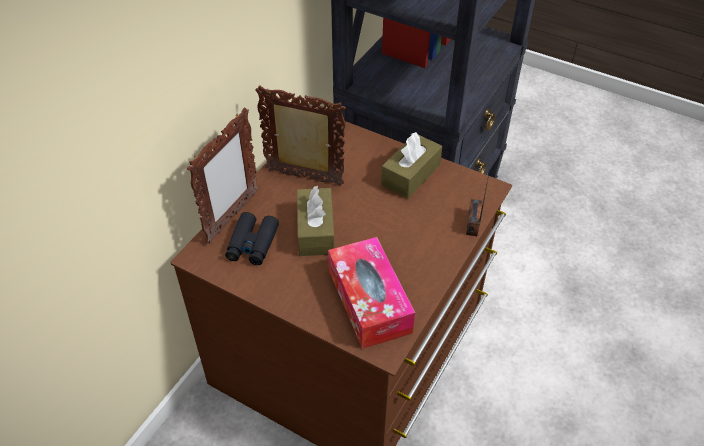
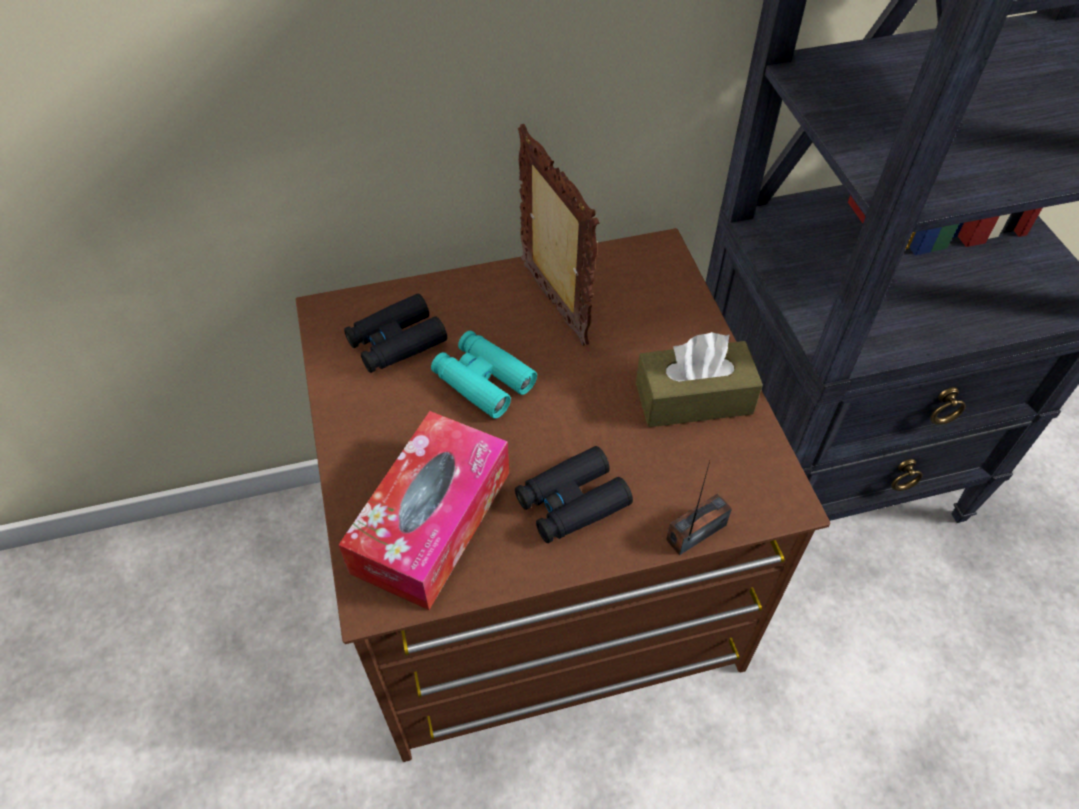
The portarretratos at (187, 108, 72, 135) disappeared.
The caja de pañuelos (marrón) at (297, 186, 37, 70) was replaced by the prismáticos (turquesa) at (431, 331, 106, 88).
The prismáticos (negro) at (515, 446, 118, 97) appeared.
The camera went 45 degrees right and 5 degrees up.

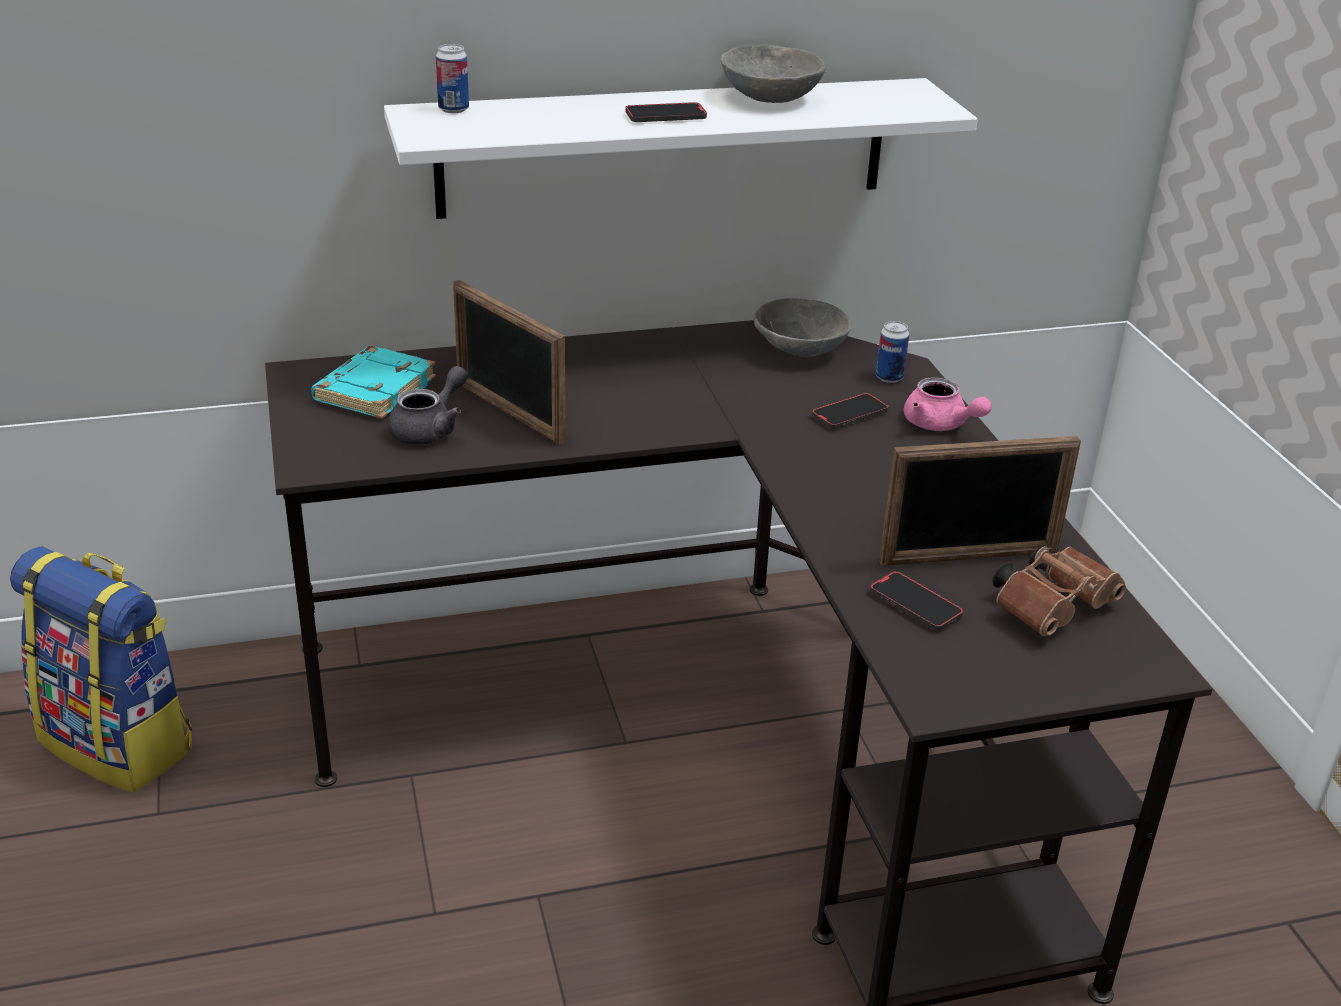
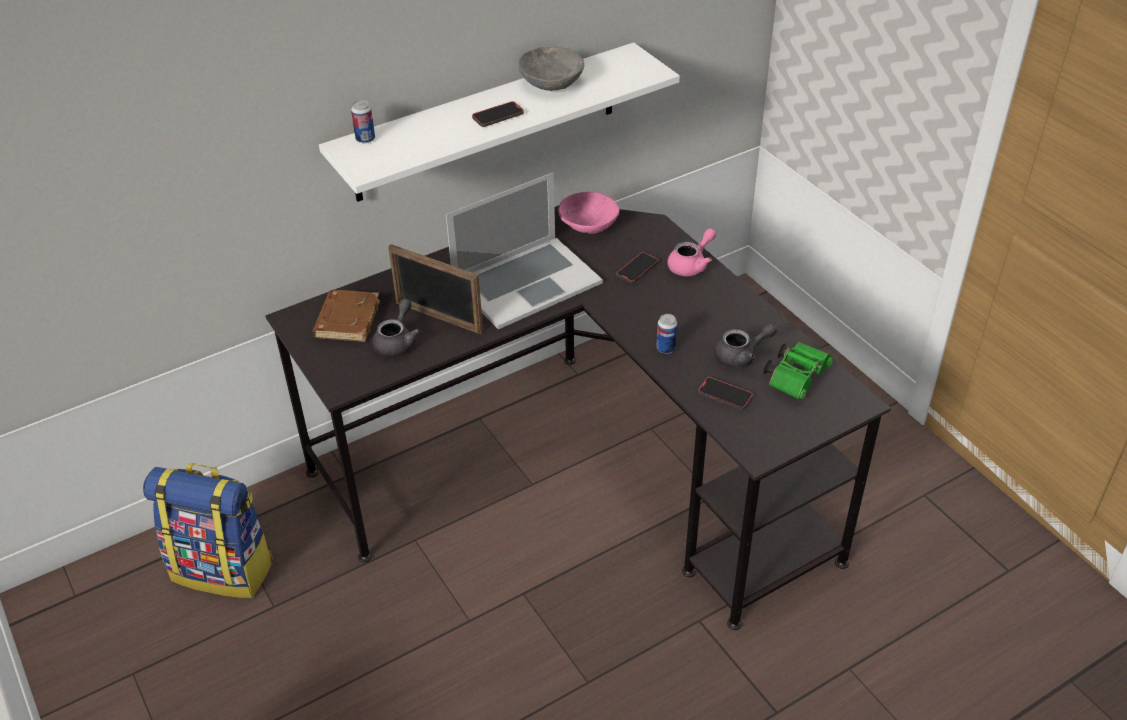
The cuenco (gris) at (753, 298, 98, 60) became the cuenco (rosa) at (558, 192, 61, 42).
The lata moved from (876, 321, 33, 62) to (656, 314, 21, 40).
The libro (turquesa) at (311, 346, 125, 73) became the libro (marrón) at (312, 290, 68, 52).
The tetera (rosa) at (904, 377, 88, 54) turned 75 degrees counterclockwise.
The portarretratos at (879, 436, 202, 130) was replaced by the tetera (gris) at (714, 323, 63, 45).
The prismáticos (marrón) at (993, 545, 133, 92) became the prismáticos (verde) at (763, 342, 70, 58).
The portátil at (446, 172, 157, 157) appeared.
The camera went 15 degrees left and 10 degrees up.

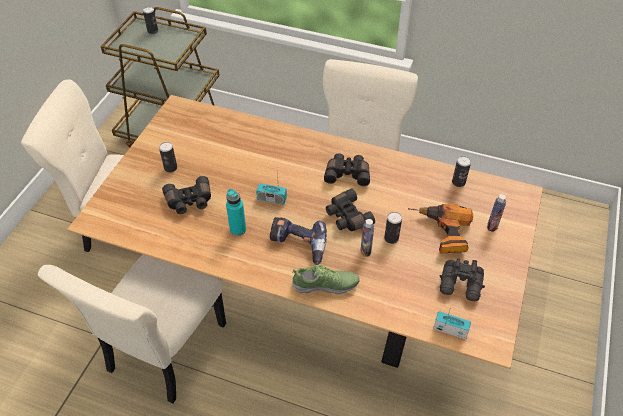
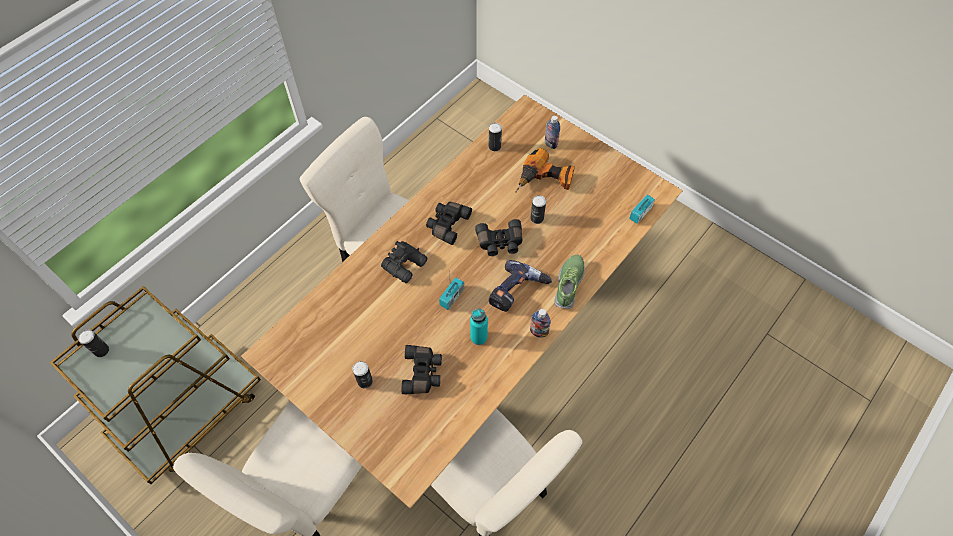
The botella moved from (361, 219, 13, 38) to (530, 309, 21, 29).
The prismáticos (negro) moved from (439, 258, 46, 43) to (381, 241, 46, 42).
The camera went 70 degrees left and 10 degrees up.

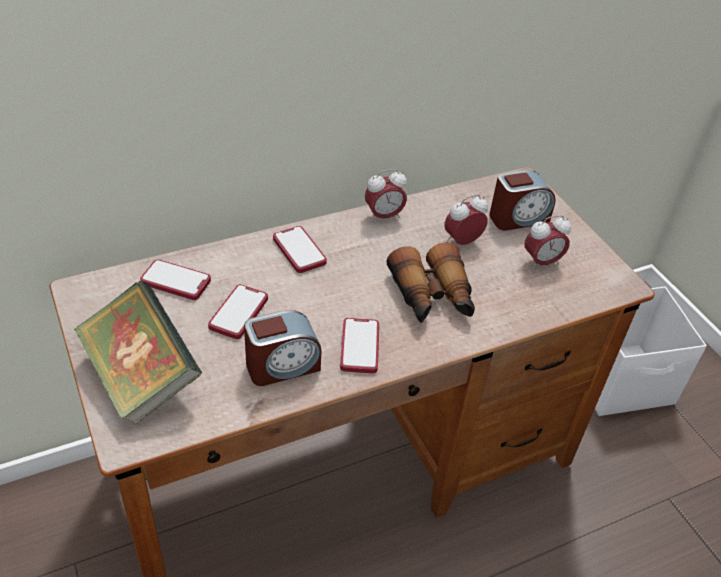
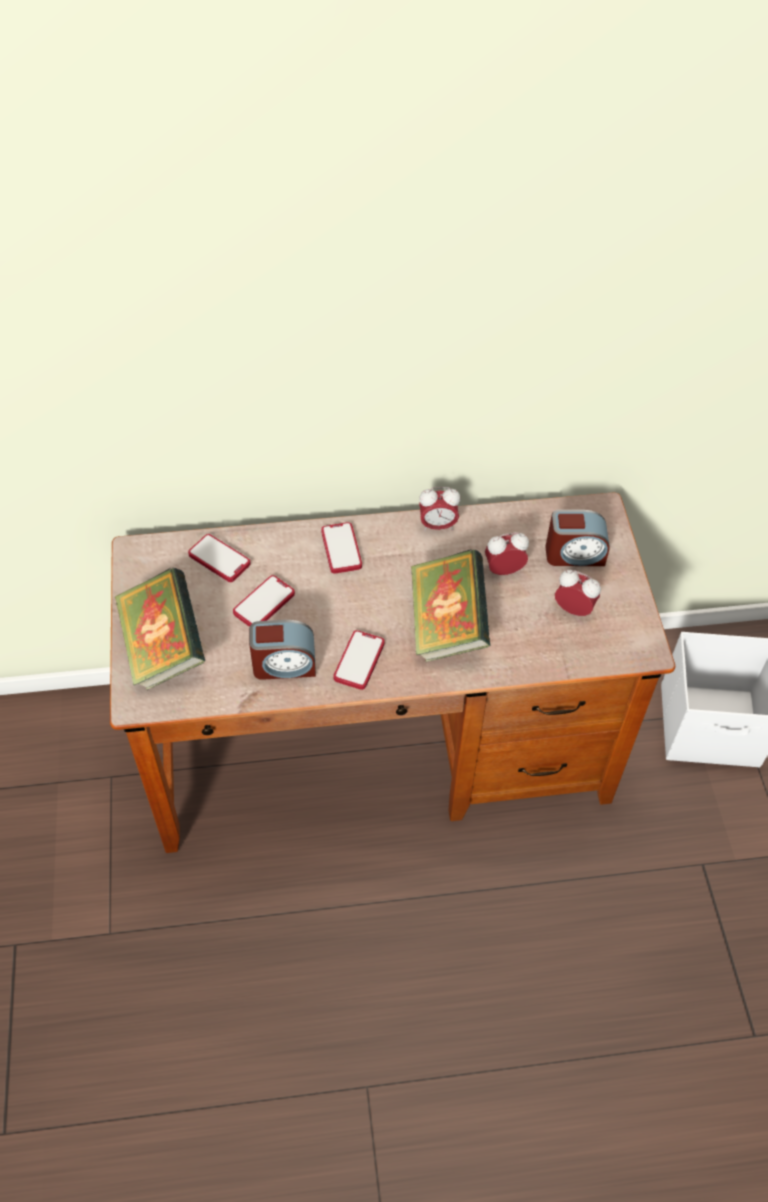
The despertador at (525, 215, 46, 55) turned 150 degrees counterclockwise.
The prismáticos at (387, 242, 88, 81) was replaced by the libro at (411, 549, 79, 113).
The camera went 20 degrees right and 10 degrees up.

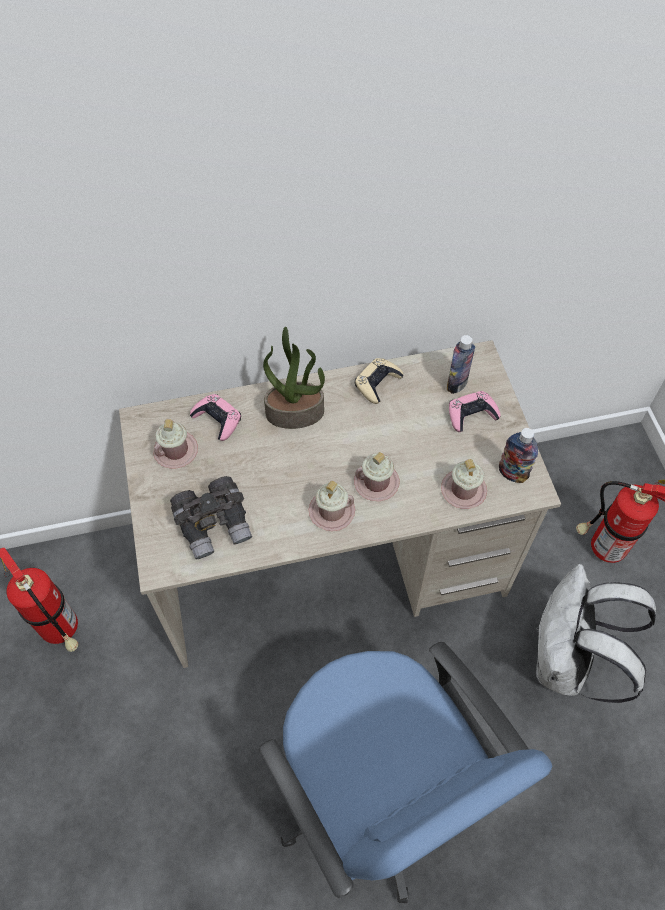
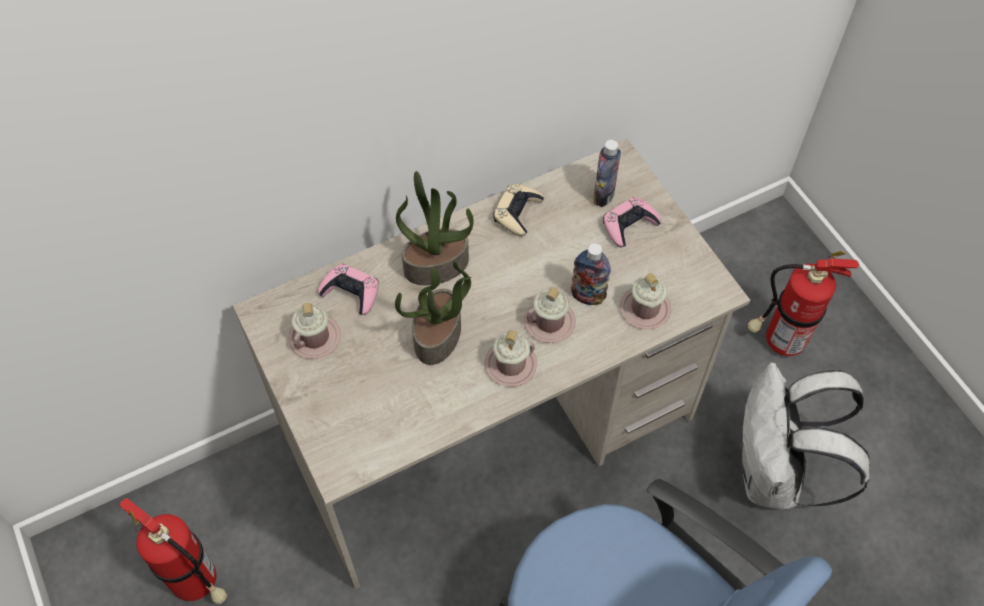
The botella moved from (499, 428, 39, 55) to (571, 243, 40, 62).
The prismáticos (gris) at (170, 476, 82, 83) disappeared.
The planta en maceta at (395, 261, 76, 104) appeared.
The camera went 15 degrees left and 0 degrees up.

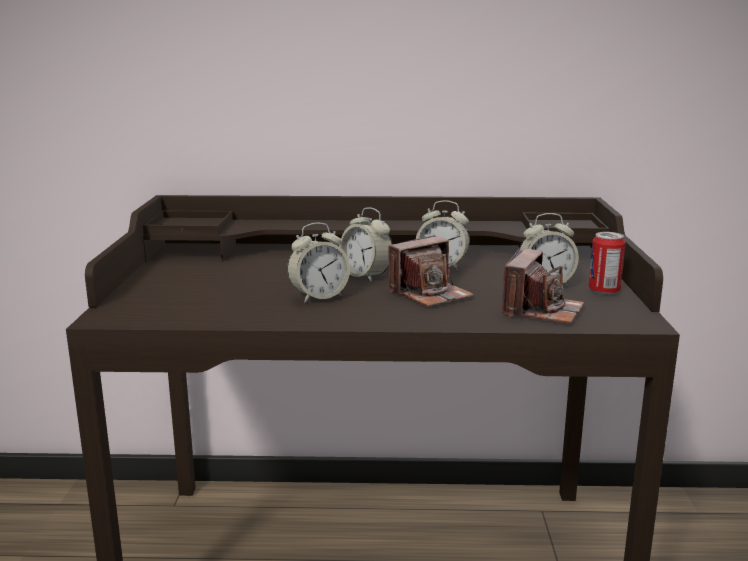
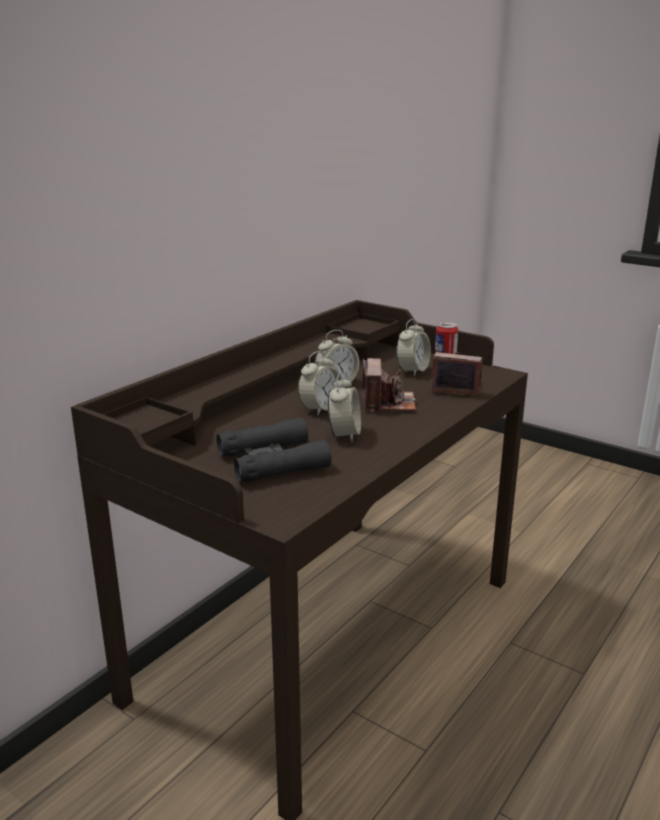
The despertador at (339, 207, 53, 75) turned 45 degrees counterclockwise.
The cámara at (502, 248, 82, 76) turned 45 degrees counterclockwise.
The prismáticos (negro) at (216, 417, 116, 66) appeared.
The camera went 55 degrees left and 5 degrees up.

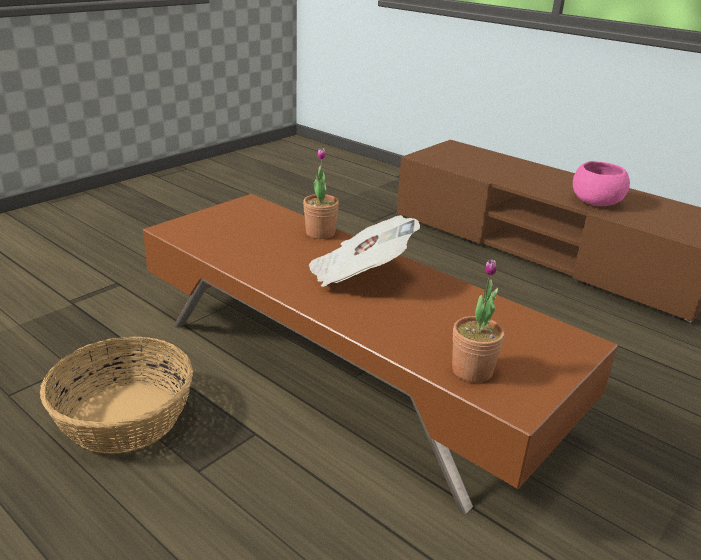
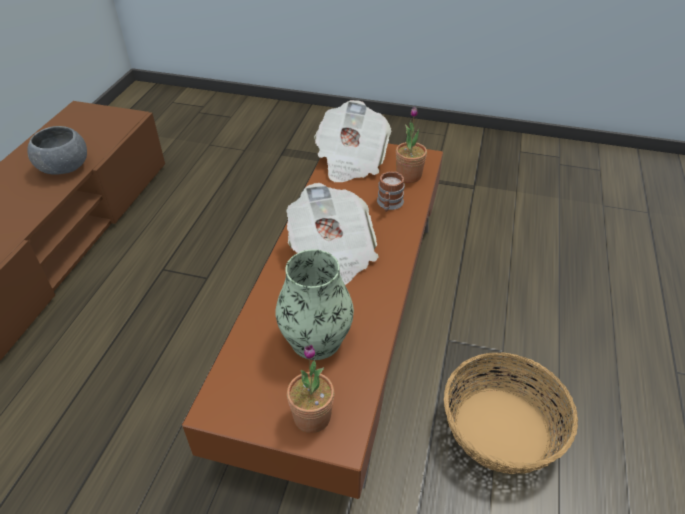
The planta en maceta moved from (303, 148, 36, 91) to (287, 344, 47, 89).
The cuenco (rosa) at (573, 161, 57, 45) became the cuenco (gris) at (27, 126, 60, 49).
The periódico at (314, 100, 77, 82) appeared.
The taza grande at (377, 171, 28, 41) appeared.
The florero at (276, 249, 78, 111) appeared.
The camera went 115 degrees left and 15 degrees up.

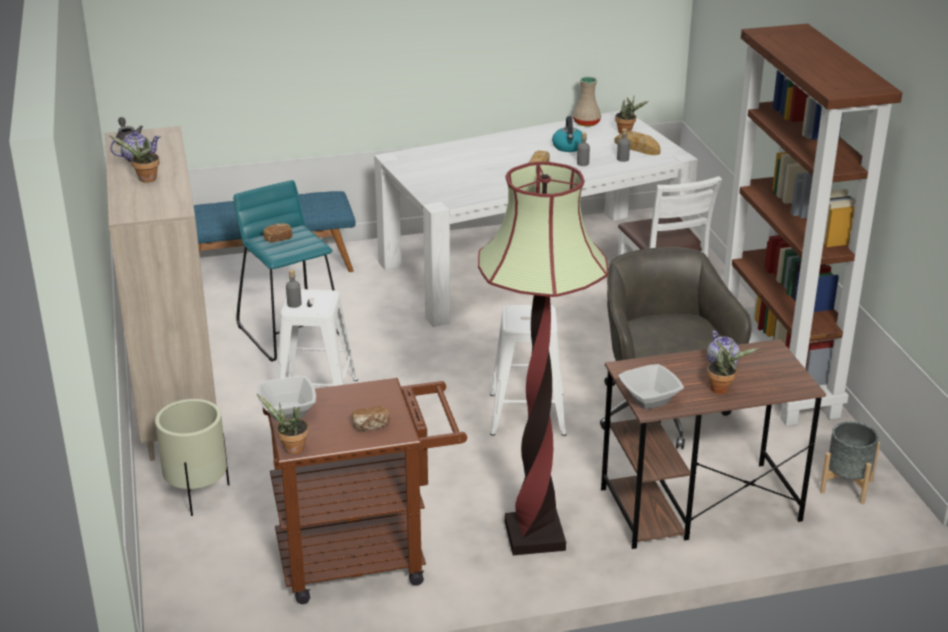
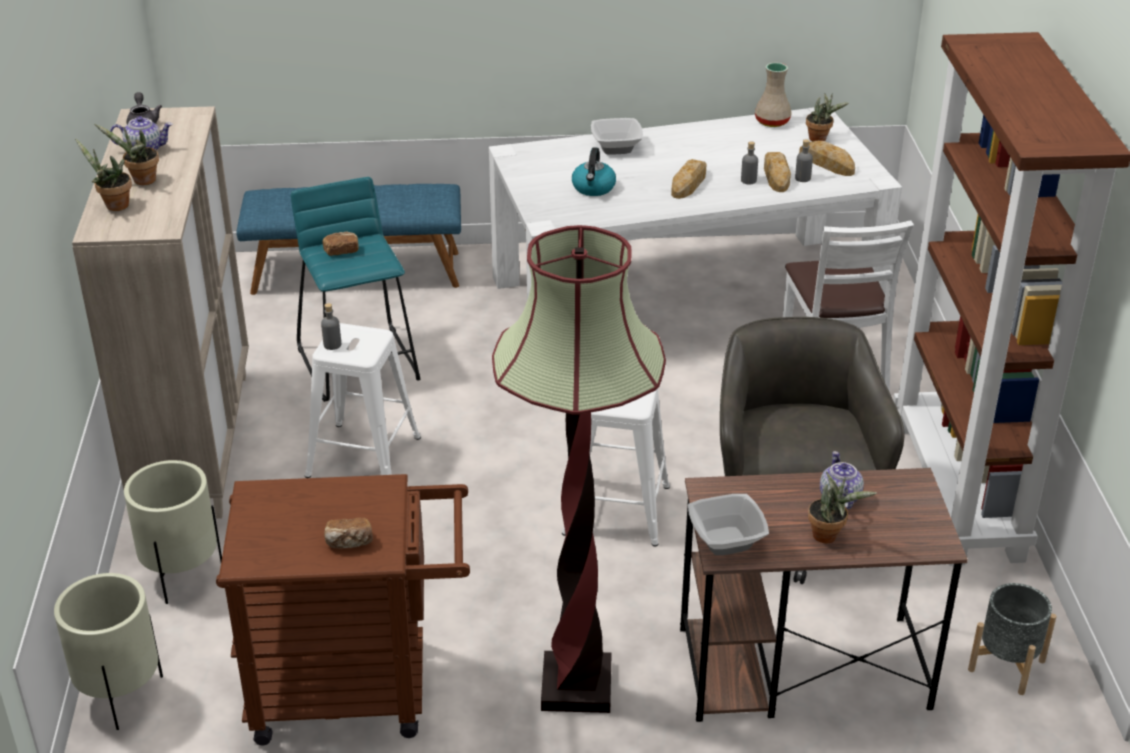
The hervidor moved from (552, 116, 30, 36) to (572, 147, 44, 49).
The cuenco moved from (257, 376, 59, 45) to (591, 118, 52, 37).
The planta en maceta moved from (257, 394, 52, 60) to (75, 138, 57, 73).
The pan at (764, 152, 27, 40) appeared.
The maceta (beis) at (54, 573, 109, 157) appeared.
The camera went 10 degrees right and 5 degrees up.

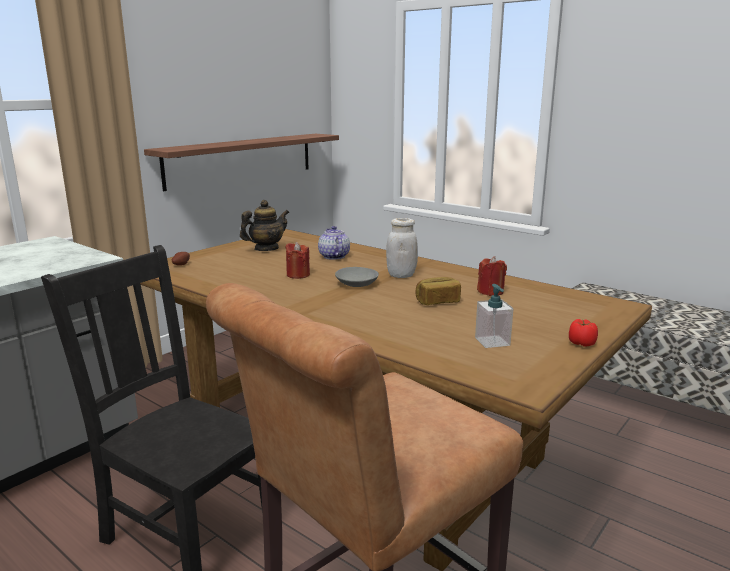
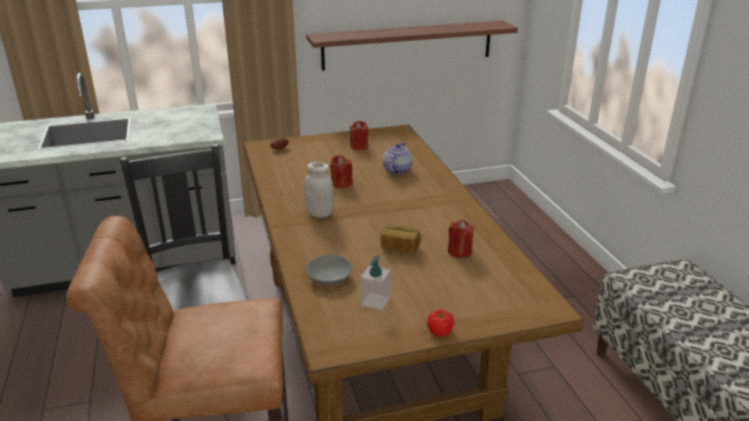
The tetera at (240, 200, 49, 51) was replaced by the vela (rojo) at (350, 121, 18, 29).
The tarro (blanco) moved from (386, 218, 32, 60) to (304, 162, 30, 56).
The cuenco (gris) moved from (335, 267, 44, 20) to (306, 255, 46, 30).
The camera went 35 degrees right and 10 degrees up.

